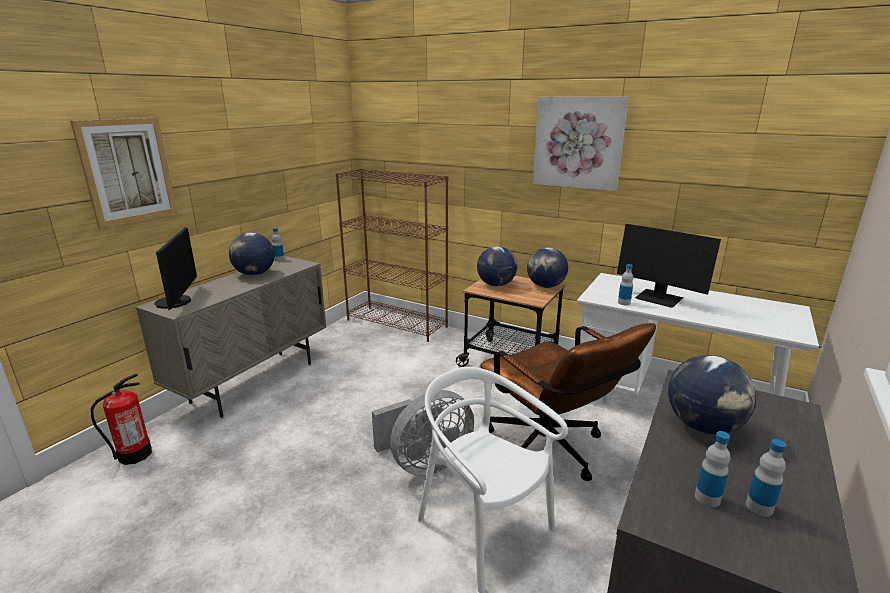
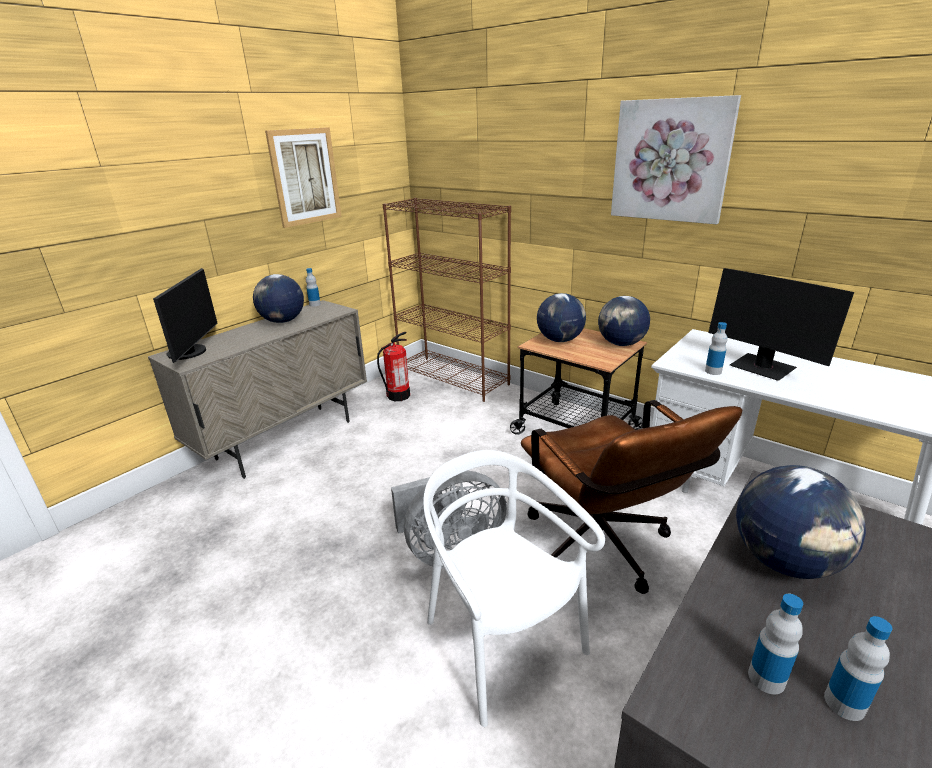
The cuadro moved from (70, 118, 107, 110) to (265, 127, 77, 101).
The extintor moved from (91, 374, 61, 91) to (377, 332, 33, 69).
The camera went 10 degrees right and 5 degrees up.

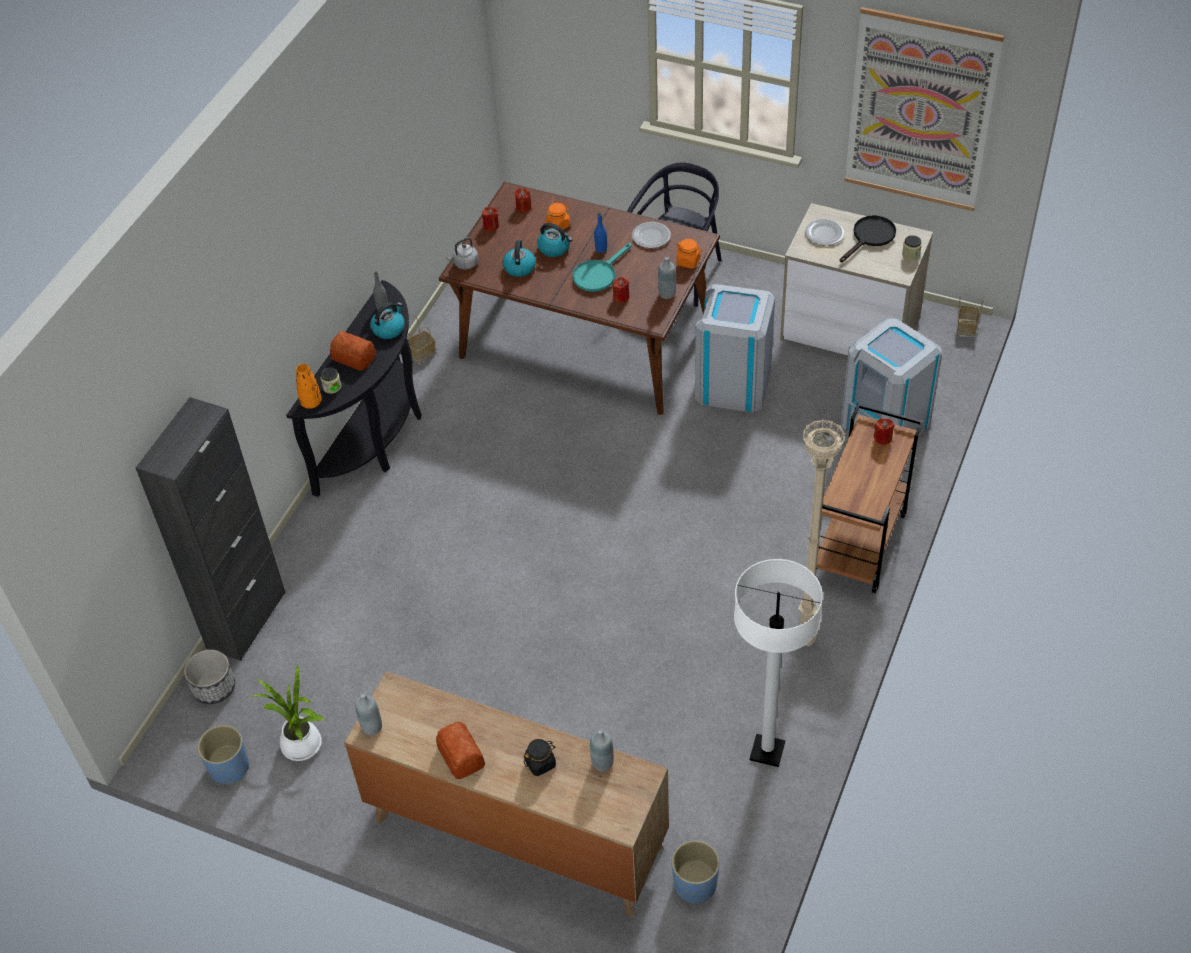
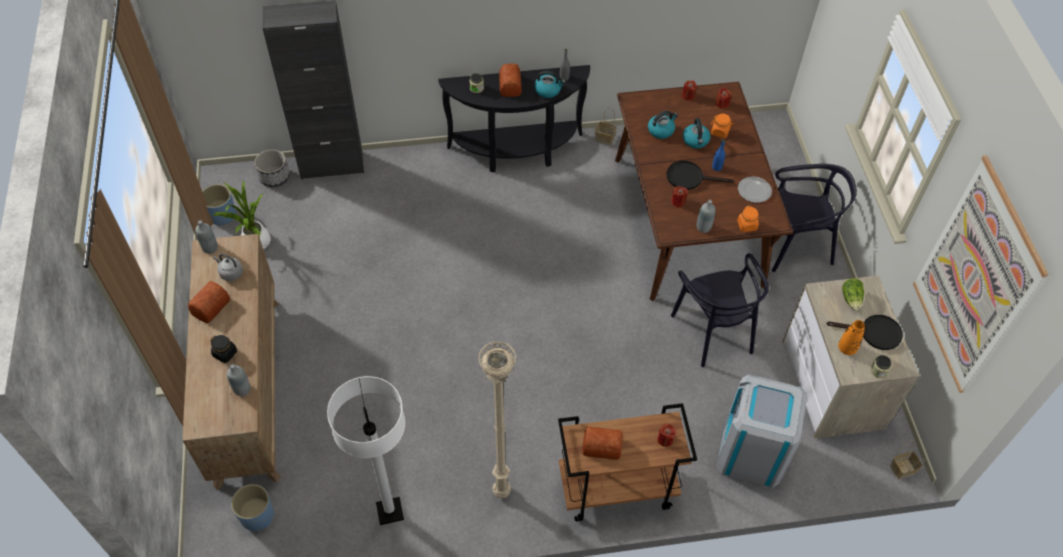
The plato at (805, 219, 40, 26) was replaced by the lechuga at (842, 278, 22, 33).
The hervidor (gris) moved from (446, 237, 33, 33) to (213, 254, 30, 27).
The sartén (turquesa) at (573, 243, 58, 49) became the sartén (negro) at (666, 161, 68, 29).
The papelera (gris) at (695, 284, 80, 129) was replaced by the silla (negro) at (671, 253, 98, 114).
The florero (naranja) moved from (296, 364, 26, 45) to (838, 320, 27, 35).
The pan at (583, 427, 40, 33) appeared.
The camera went 55 degrees right and 5 degrees up.

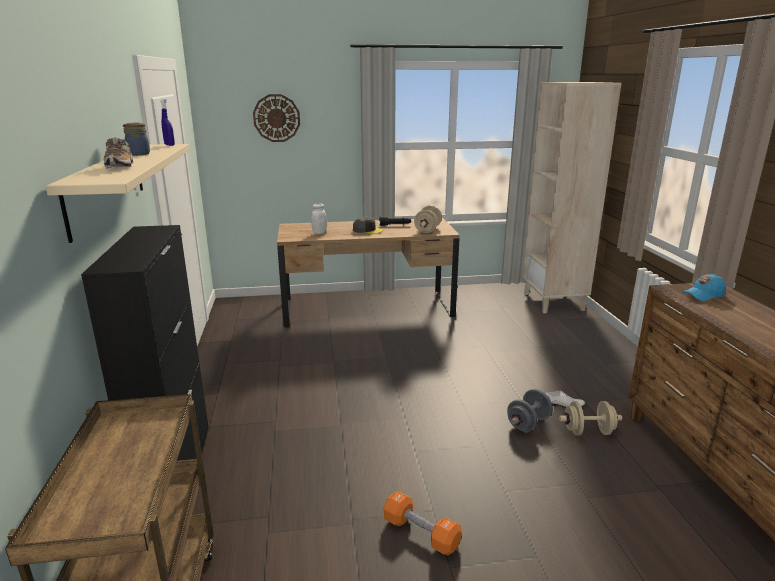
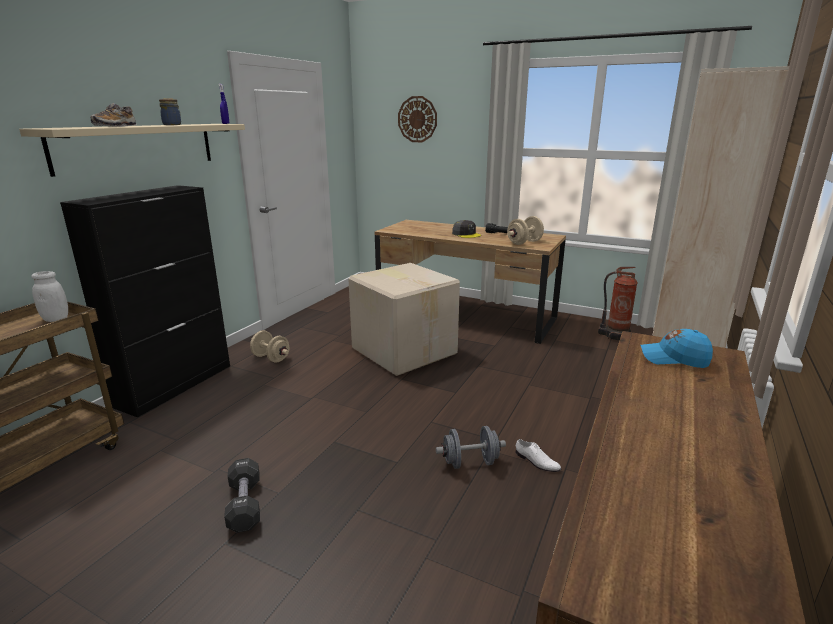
The tarro (blanco) moved from (311, 204, 16, 30) to (31, 271, 37, 51).
The mancuerna (beis) moved from (559, 401, 63, 34) to (250, 330, 40, 33).
The mancuerna (naranja) at (384, 491, 78, 64) became the mancuerna (negro) at (224, 458, 36, 75).
The caja de cartón at (348, 263, 112, 113) appeared.
The extintor at (598, 267, 40, 73) appeared.
The camera went 35 degrees right and 0 degrees up.

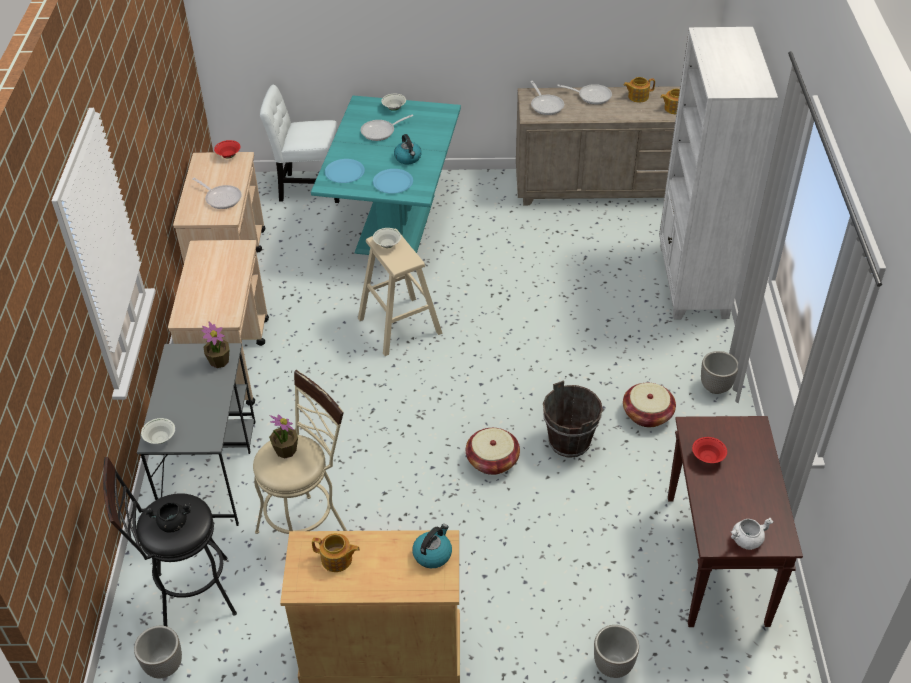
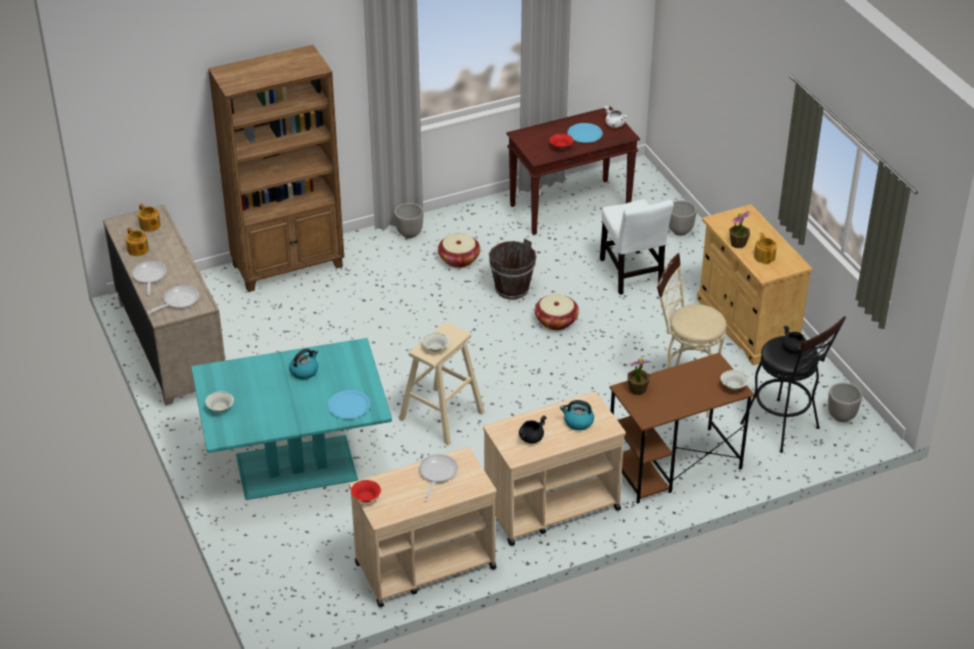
The estantería (blanco) at (659, 27, 119, 292) became the estantería (marrón) at (208, 45, 136, 247).
The silla (blanco) moved from (260, 85, 80, 118) to (600, 199, 74, 96).
The sartén at (361, 115, 52, 26) disappeared.
The plato (azul) moved from (373, 169, 40, 25) to (567, 123, 36, 20).
The escritorio (gris) at (137, 343, 119, 183) became the escritorio (marrón) at (609, 353, 145, 151).
The planta en maceta moved from (269, 415, 29, 43) to (729, 211, 21, 37).
The hervidor moved from (412, 524, 40, 44) to (560, 400, 34, 30).
The olla (negro) at (519, 415, 28, 29) appeared.
The camera went 115 degrees left and 5 degrees down.

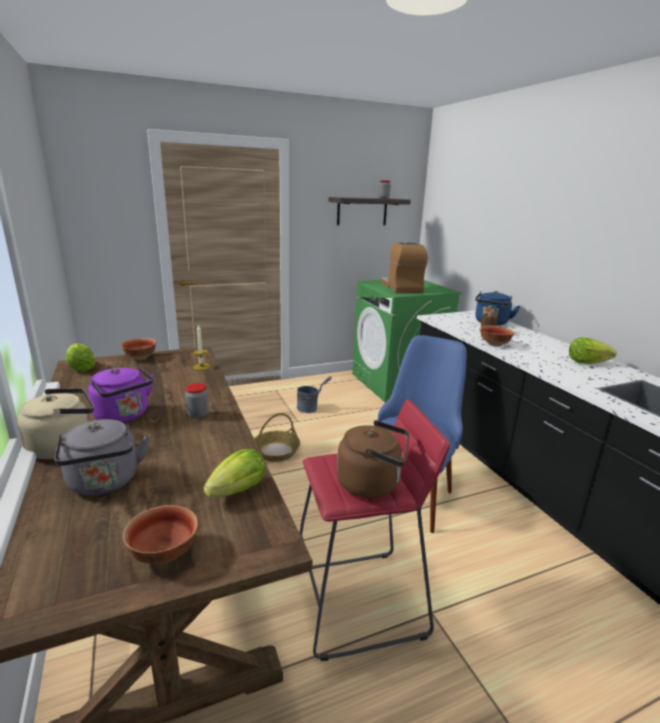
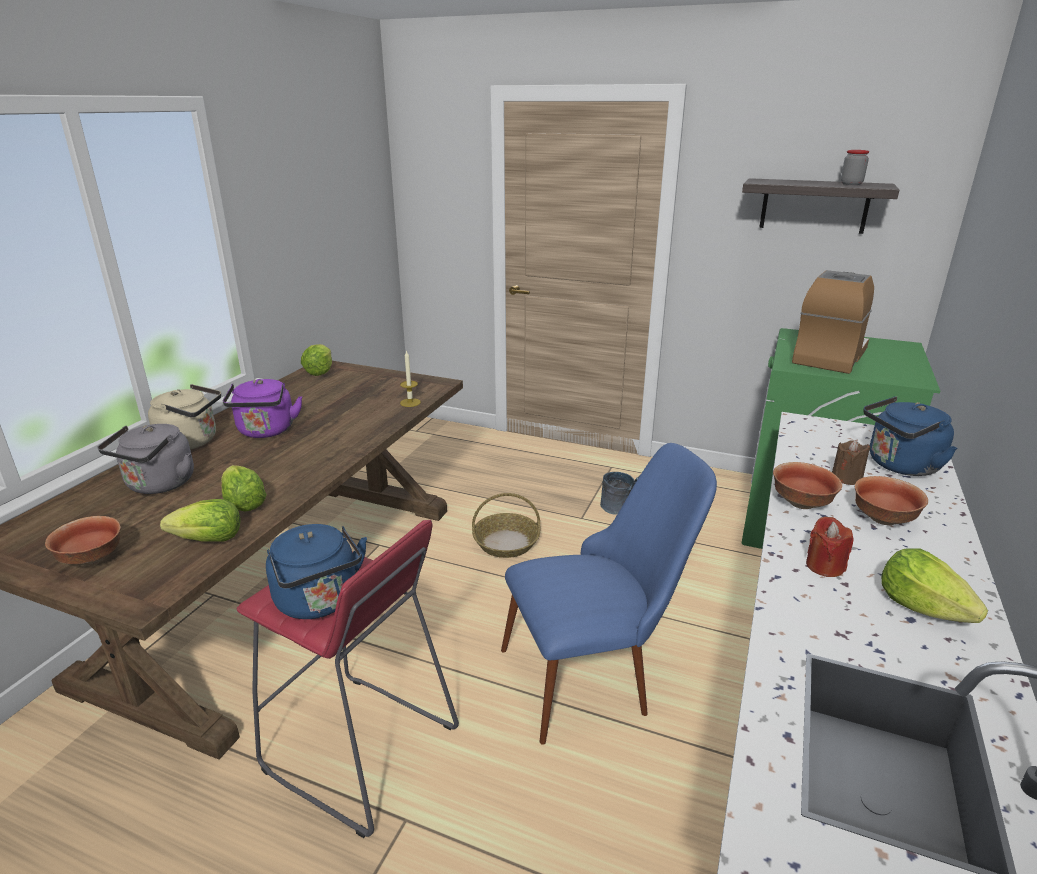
The cuenco moved from (121, 338, 35, 22) to (855, 476, 73, 49).
The tarro at (185, 383, 24, 35) disappeared.
The hervidor (marrón) at (337, 420, 72, 78) became the hervidor (azul) at (266, 524, 101, 95).
The lechuga at (221, 465, 46, 47) appeared.
The vela (rojo) at (806, 517, 48, 60) appeared.
The camera went 45 degrees right and 5 degrees up.

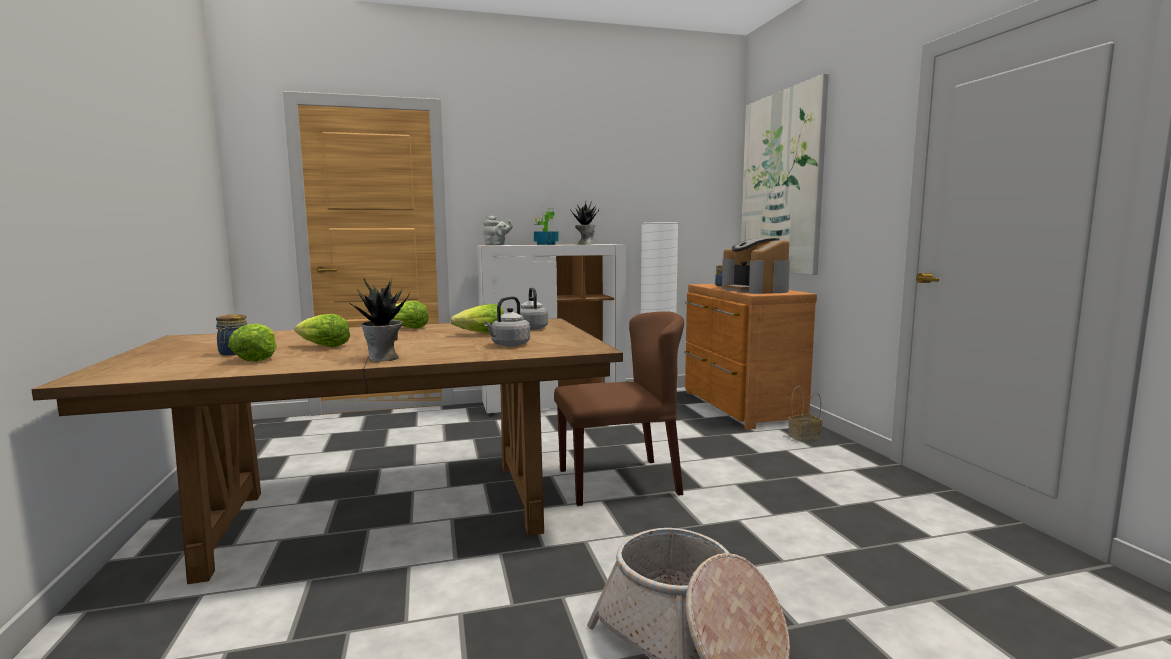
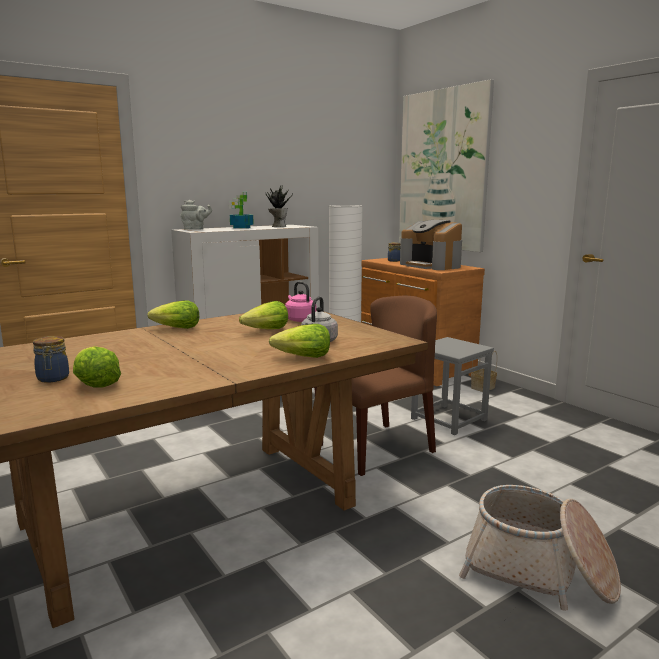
The planta en maceta at (350, 277, 60, 84) disappeared.
The hervidor (gris) at (515, 287, 33, 43) became the hervidor (rosa) at (285, 281, 31, 41).
The lechuga moved from (294, 314, 56, 33) to (269, 324, 61, 34).
The taburete (gris) at (411, 337, 83, 98) appeared.
The camera went 20 degrees left and 5 degrees up.

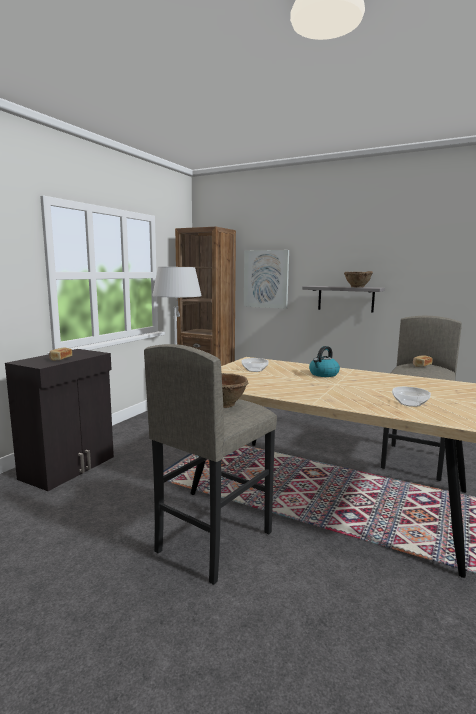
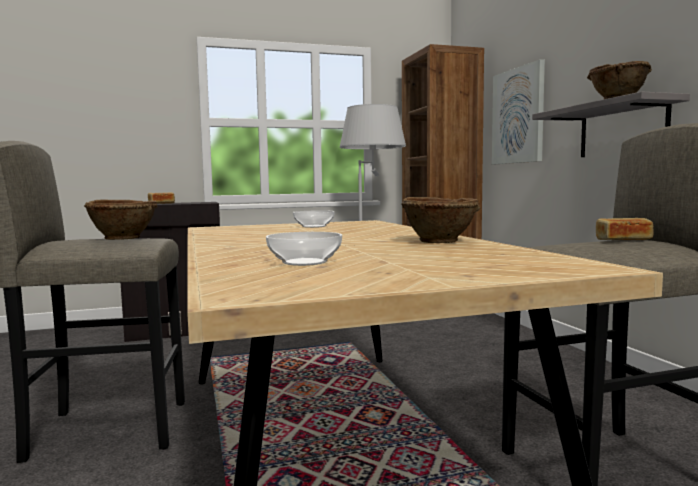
The hervidor at (309, 346, 31, 31) disappeared.
The cuenco (marrón) at (401, 197, 79, 46) appeared.
The camera went 45 degrees right and 5 degrees down.

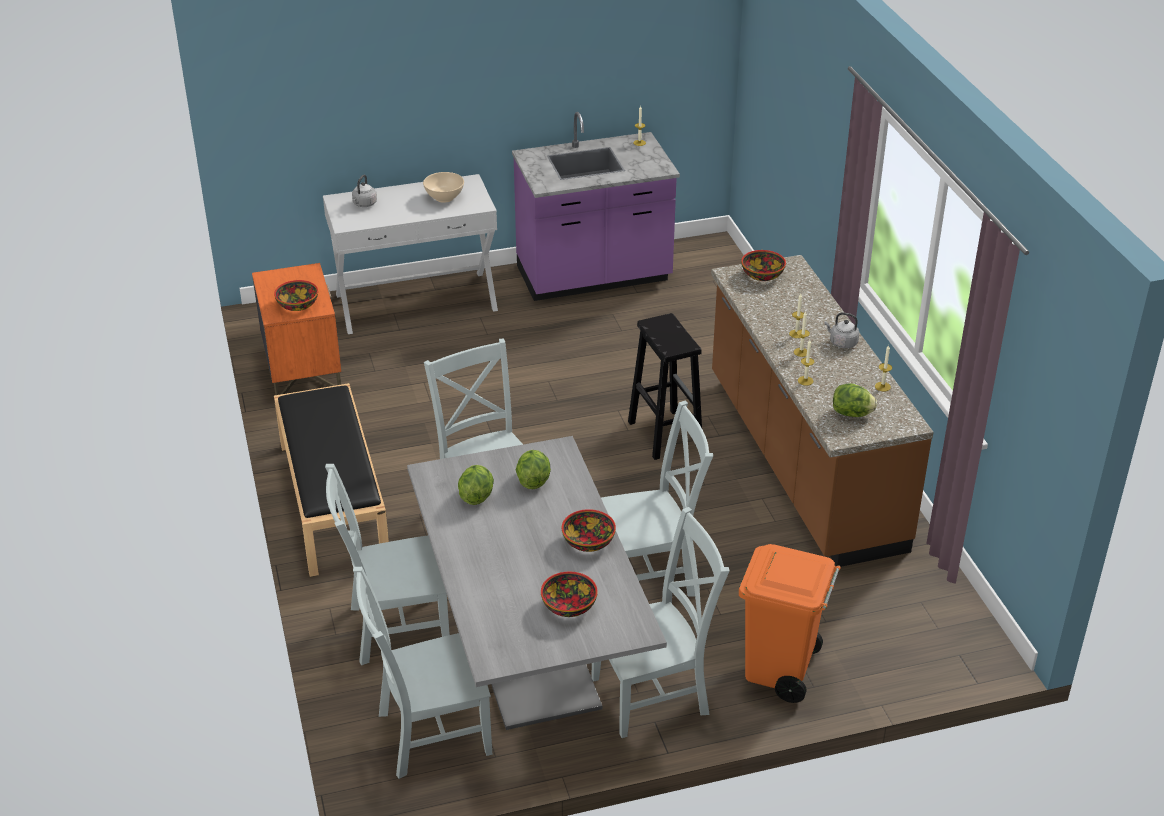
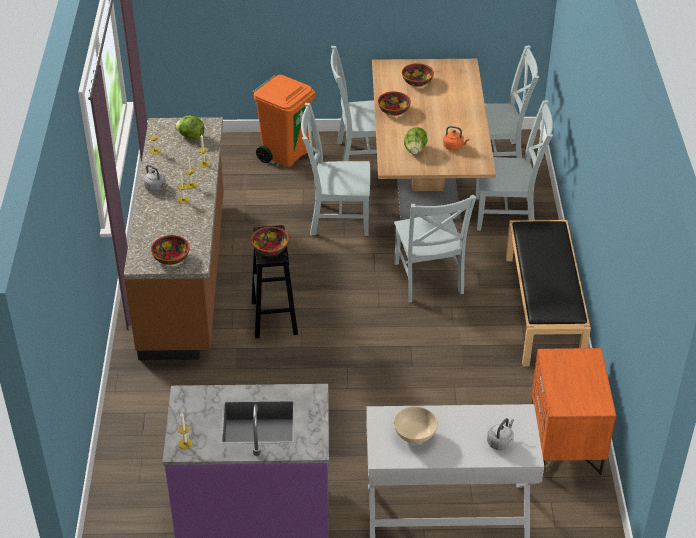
The cuenco moved from (274, 280, 44, 31) to (251, 227, 38, 29).
The mesa de comedor (gris) at (407, 436, 260, 294) became the mesa de comedor (marrón) at (372, 59, 124, 162).
The lechuga at (458, 465, 36, 40) was replaced by the hervidor (naranja) at (443, 126, 26, 25).
The camera went 165 degrees left and 5 degrees up.

